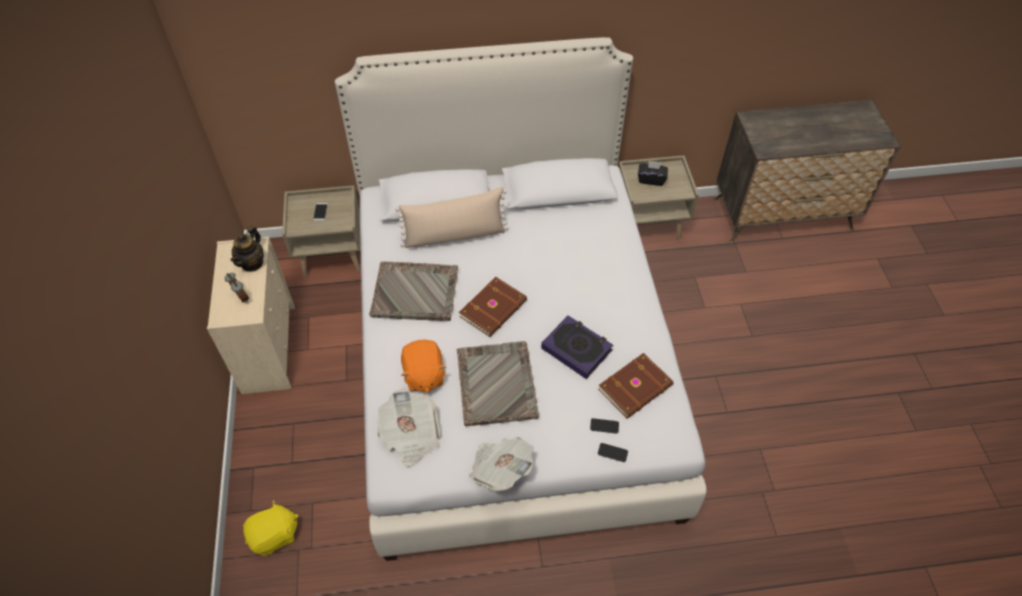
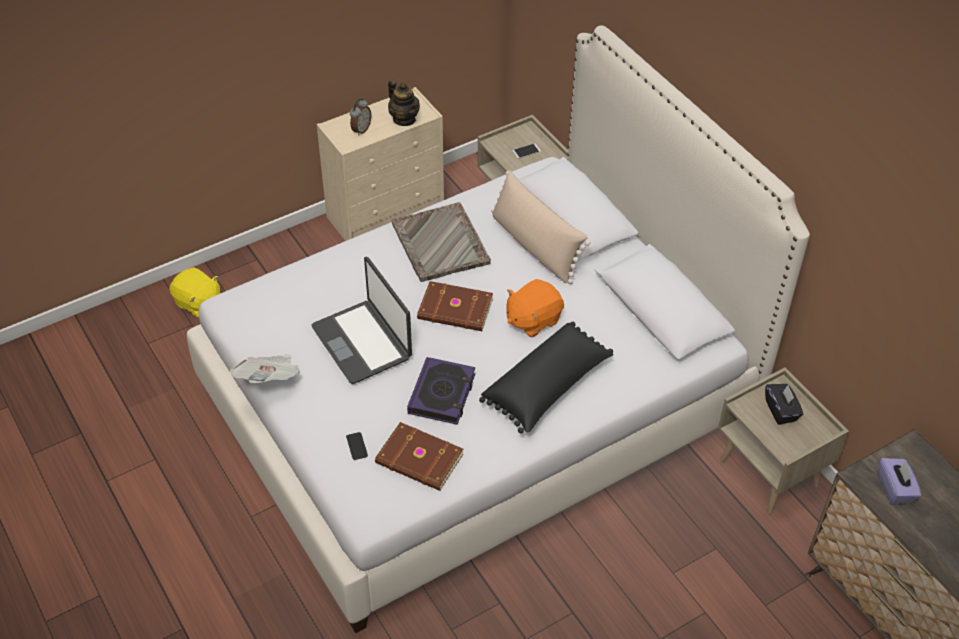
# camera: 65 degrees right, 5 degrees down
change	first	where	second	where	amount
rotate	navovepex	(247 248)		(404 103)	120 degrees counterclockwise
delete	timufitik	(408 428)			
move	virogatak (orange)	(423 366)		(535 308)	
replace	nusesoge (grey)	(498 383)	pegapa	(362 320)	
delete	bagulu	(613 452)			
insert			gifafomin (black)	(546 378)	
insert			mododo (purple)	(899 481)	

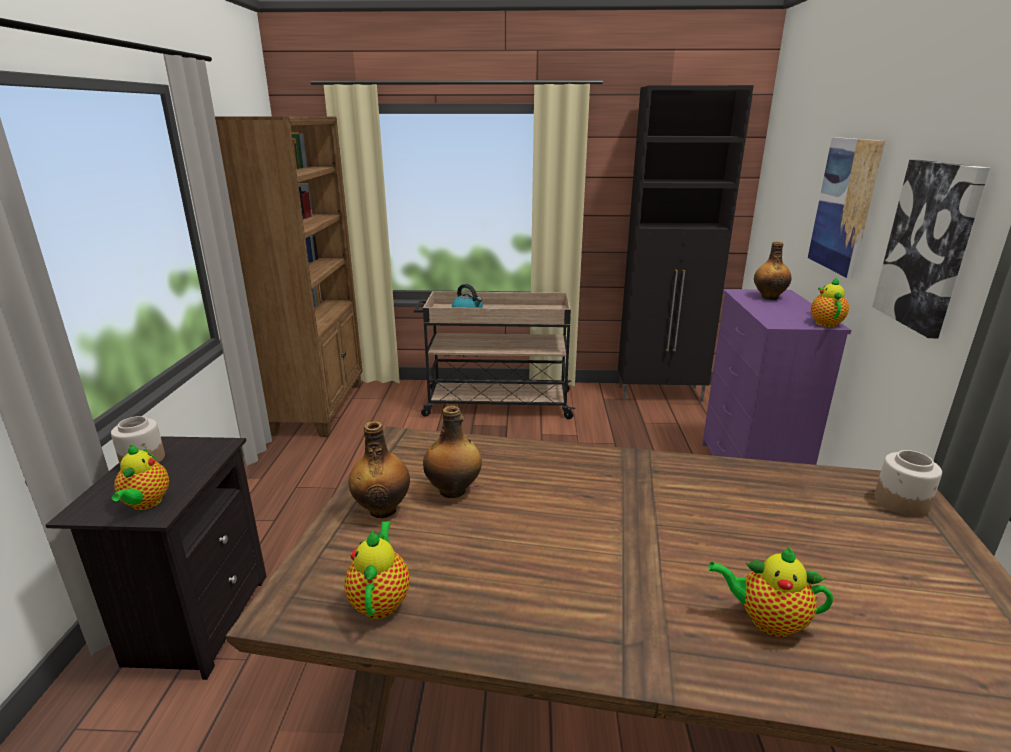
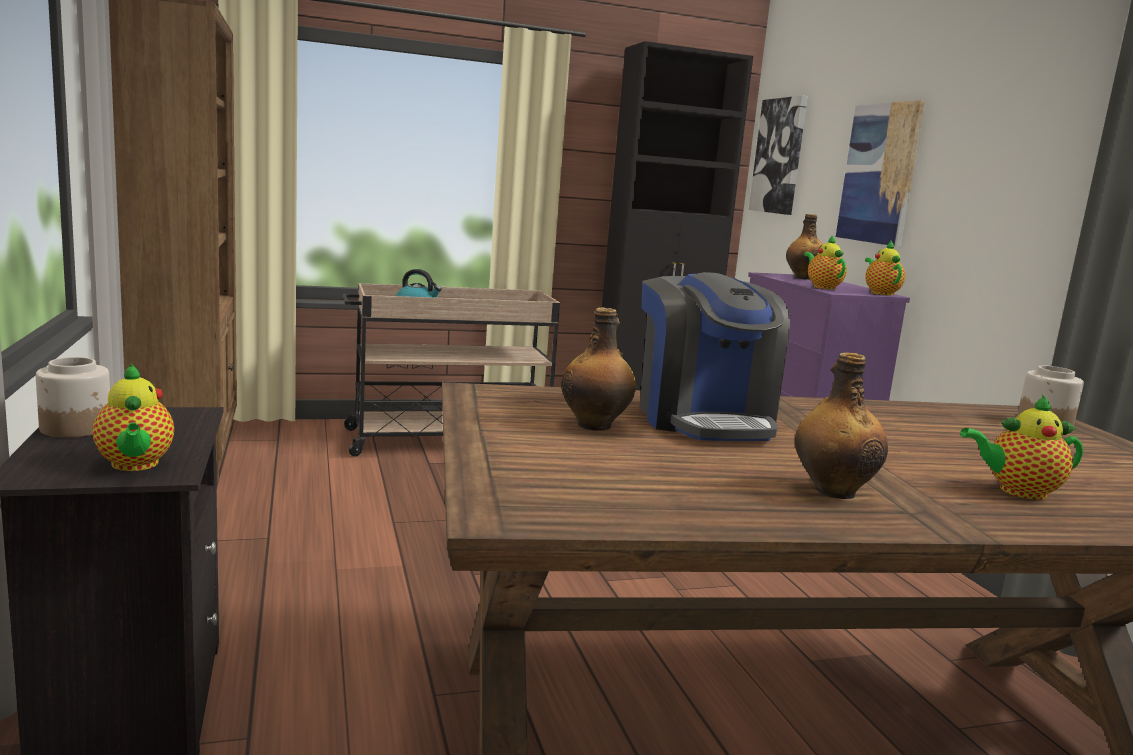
# camera: 20 degrees left, 10 degrees down
change	first	where	second	where	amount
move	navovepex	(377 570)		(825 262)	
move	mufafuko	(379 469)		(841 425)	
move	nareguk	(931 249)		(778 155)	
insert			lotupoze	(715 356)	

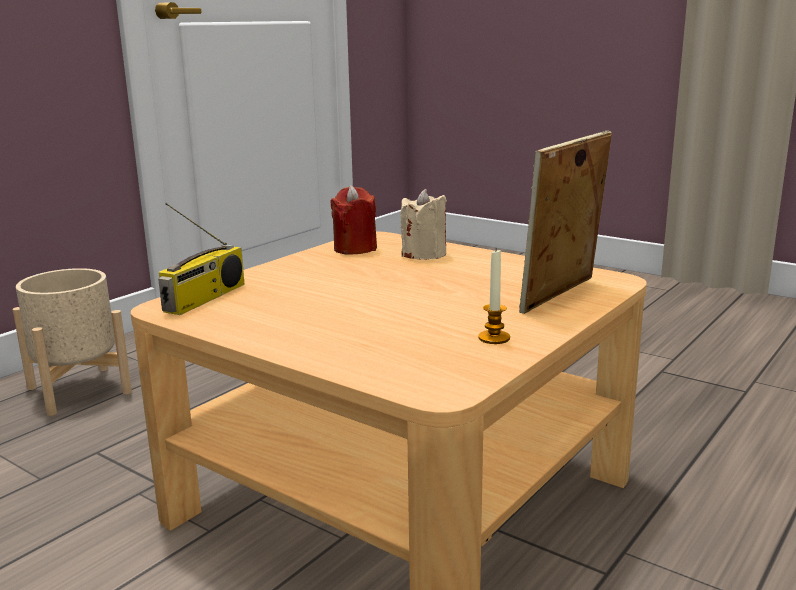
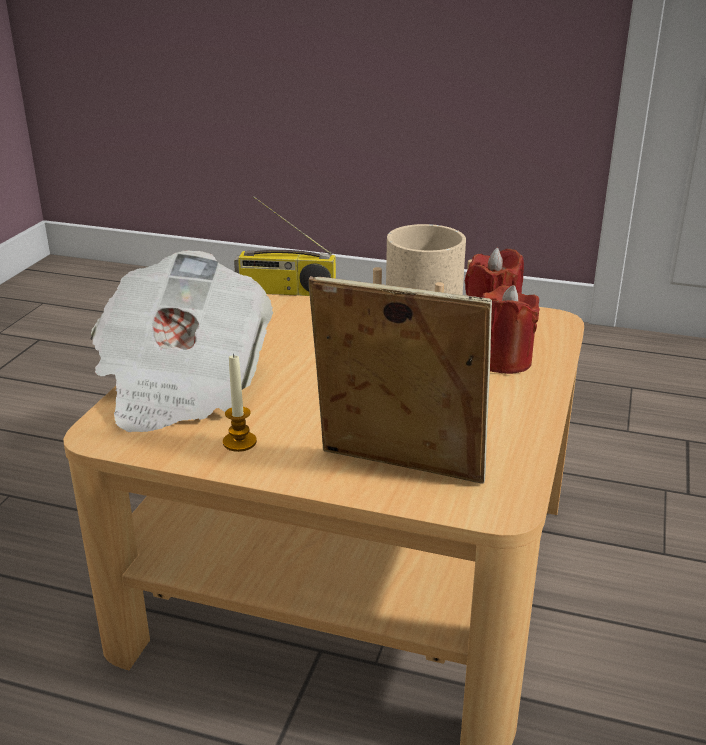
# camera: 70 degrees right, 10 degrees up
change	first	where	second	where	amount
recolor	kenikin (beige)	(423 224)	kenikin (red)	(511 329)	
insert			timufitik	(181 341)	

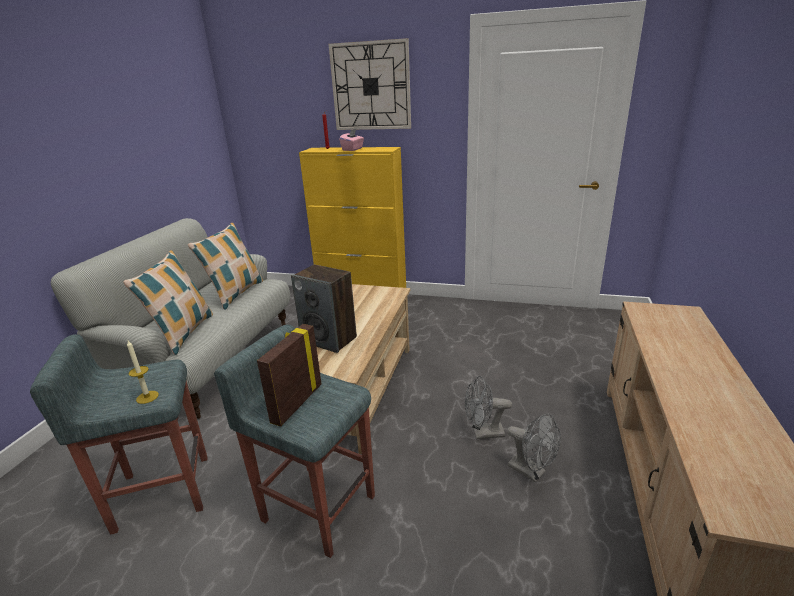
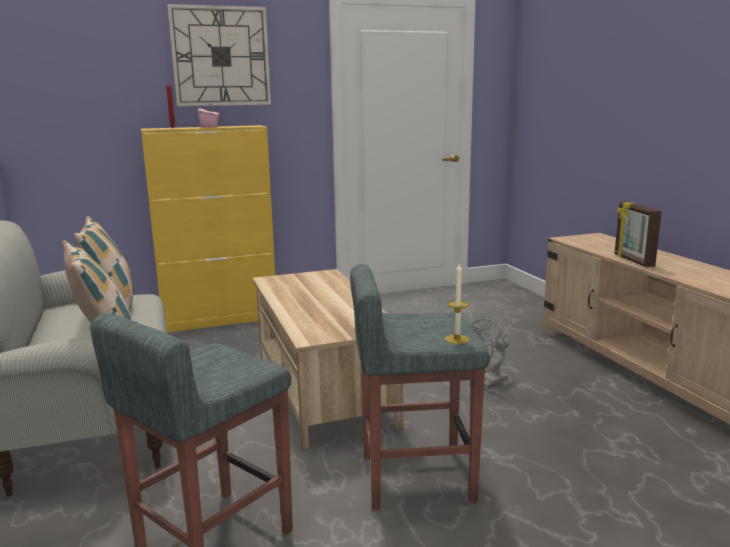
# camera: 35 degrees left, 10 degrees down
change	first	where	second	where	amount
move	kenikin	(143 372)		(457 304)	
move	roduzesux	(289 375)		(638 234)	
delete	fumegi	(324 309)			
delete	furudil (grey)	(534 448)			

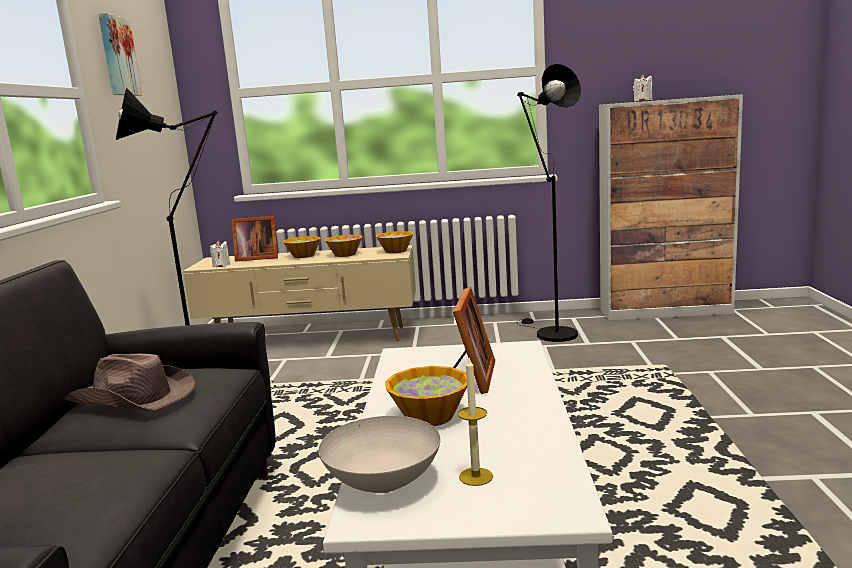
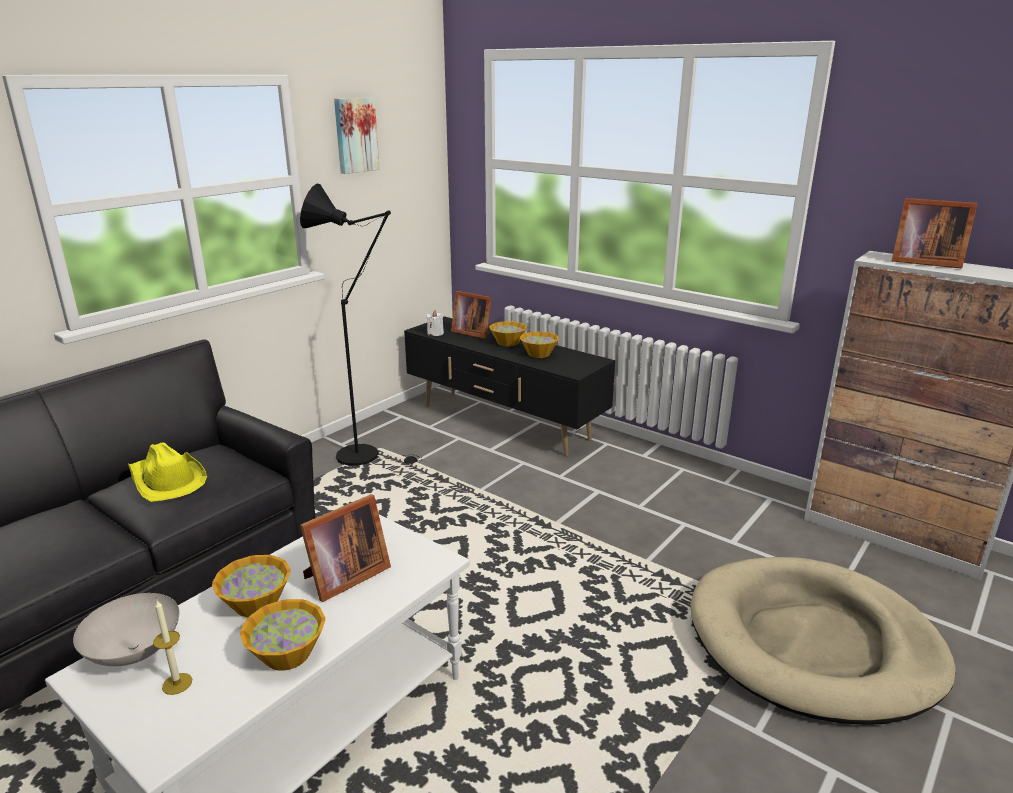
# camera: 35 degrees right, 10 degrees up
change	first	where	second	where	amount
recolor	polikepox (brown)	(129 381)	polikepox (yellow)	(167 472)	
recolor	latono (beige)	(299 293)	latono (black)	(509 386)	
move	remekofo	(394 242)		(282 635)	
delete	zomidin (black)	(549 203)			
replace	kenikin (white)	(642 88)	roduzesux	(935 233)	
insert			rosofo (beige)	(823 641)	

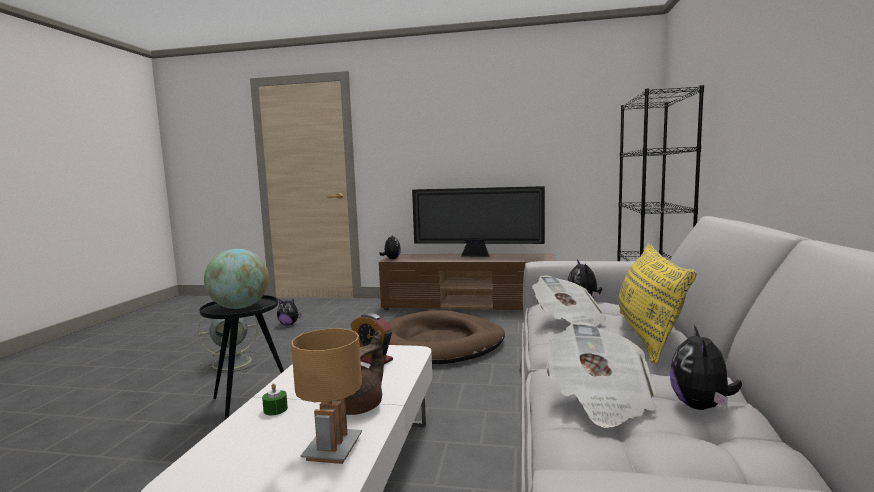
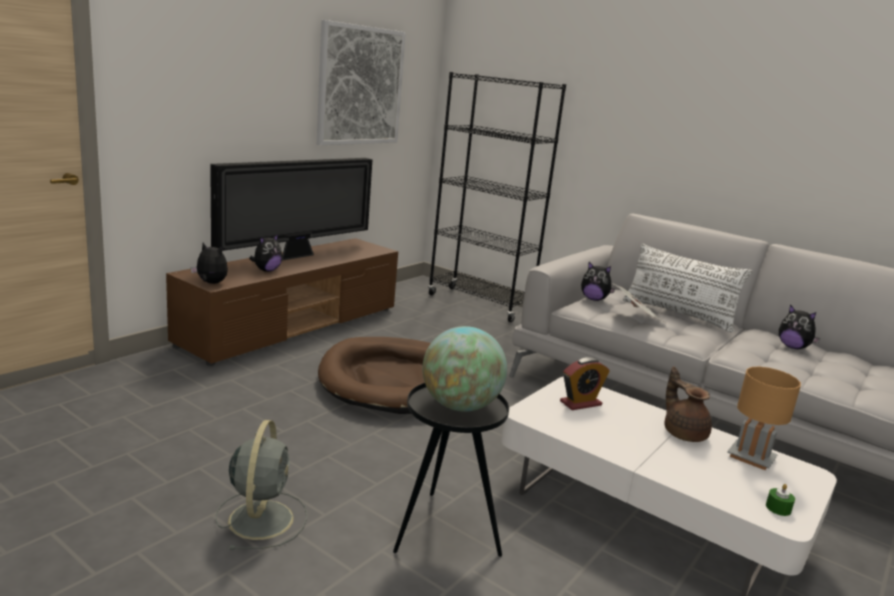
# camera: 65 degrees left, 10 degrees up
change	first	where	second	where	amount
move	kenikin (green)	(275 399)		(780 500)	
move	virogatak	(289 312)		(265 253)	
delete	timufitik	(602 375)			
recolor	gifafomin (yellow)	(657 303)	gifafomin (white)	(687 288)	
insert			nareguk	(361 82)	

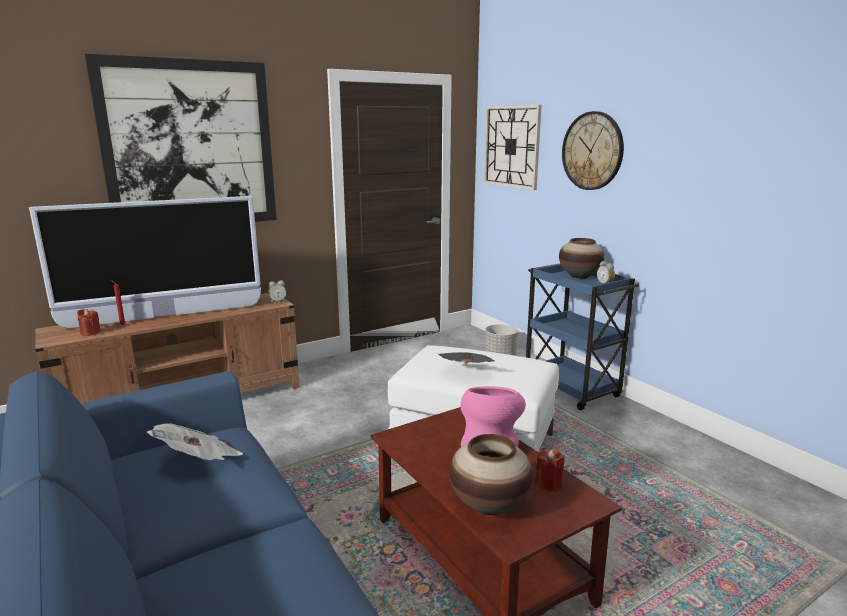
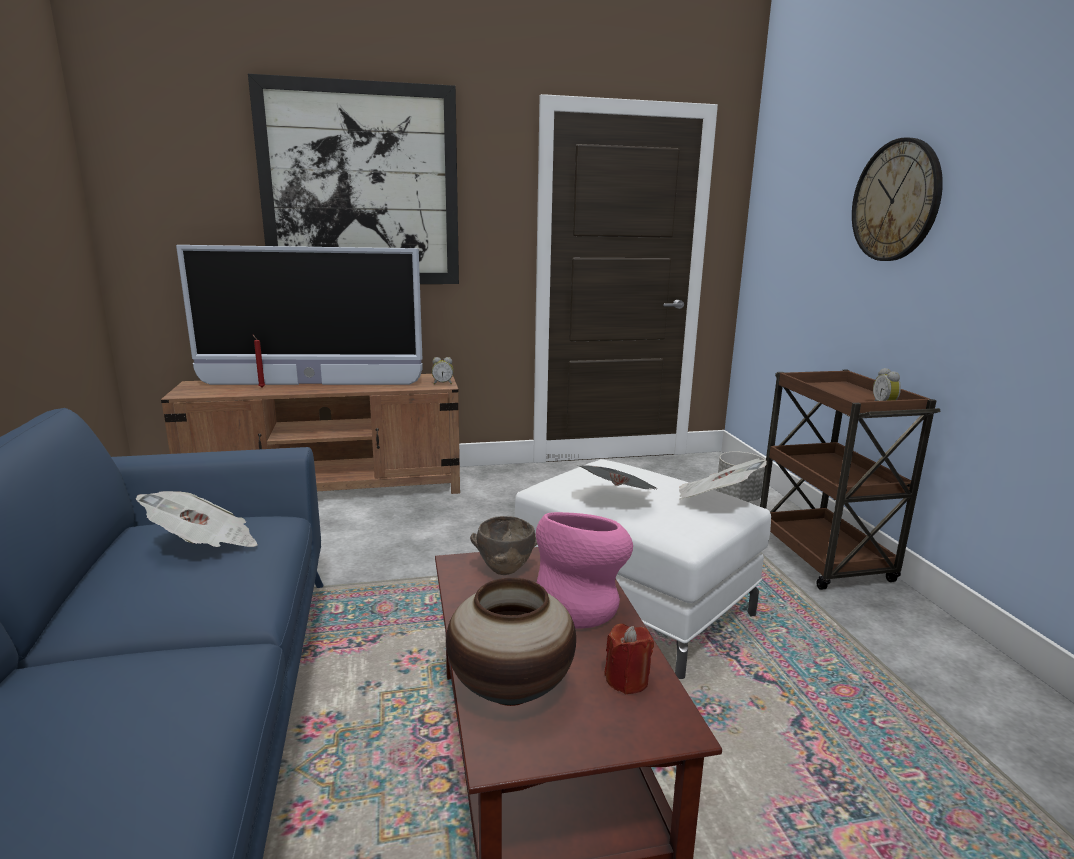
# camera: 20 degrees right, 0 degrees up
change	first	where	second	where	amount
delete	kenikin (red)	(89 322)			
delete	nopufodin	(513 147)			
recolor	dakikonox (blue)	(582 336)	dakikonox (brown)	(850 480)	
delete	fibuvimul	(582 258)			
insert			remekofo (brown)	(503 545)	
insert			timufitik	(723 479)	

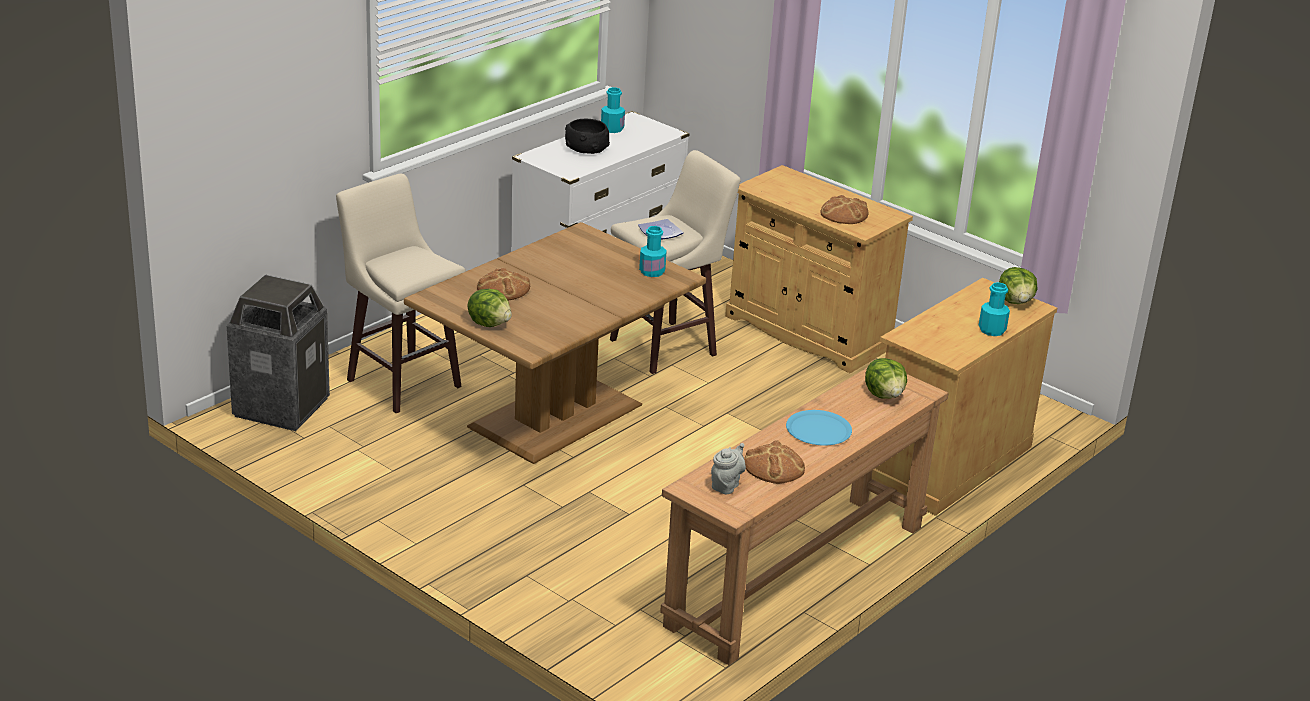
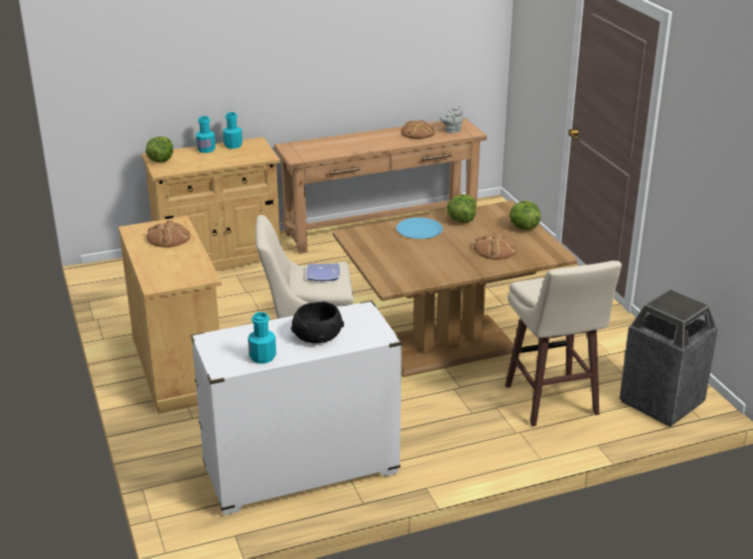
# camera: 150 degrees left, 0 degrees up
change	first	where	second	where	amount
move	mufafuko (turquoise)	(653 251)		(232 130)	
move	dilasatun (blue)	(819 427)		(419 228)	
move	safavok	(886 378)		(461 208)	

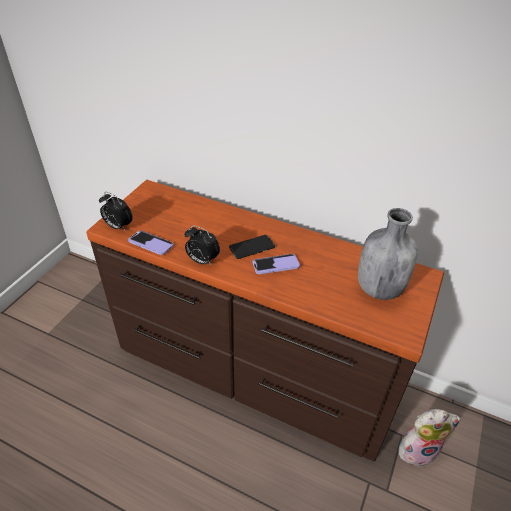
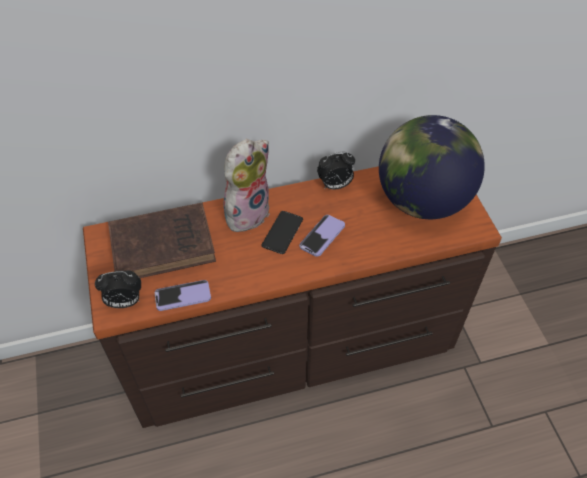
# camera: 40 degrees left, 10 degrees up
change	first	where	second	where	amount
move	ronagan	(202 245)		(336 170)	
replace	mufafuko (grey)	(388 254)	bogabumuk	(432 167)	
move	virogatak	(430 438)		(247 187)	
insert			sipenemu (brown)	(162 240)	

